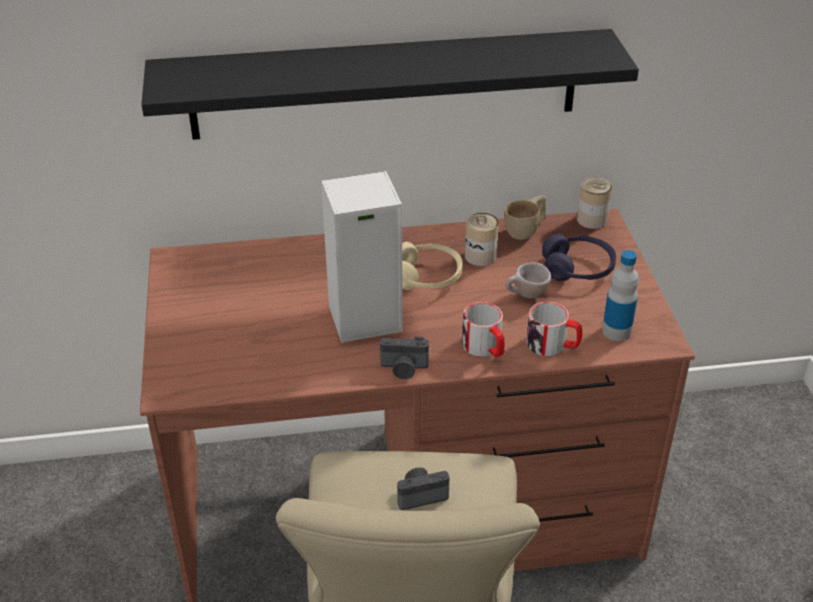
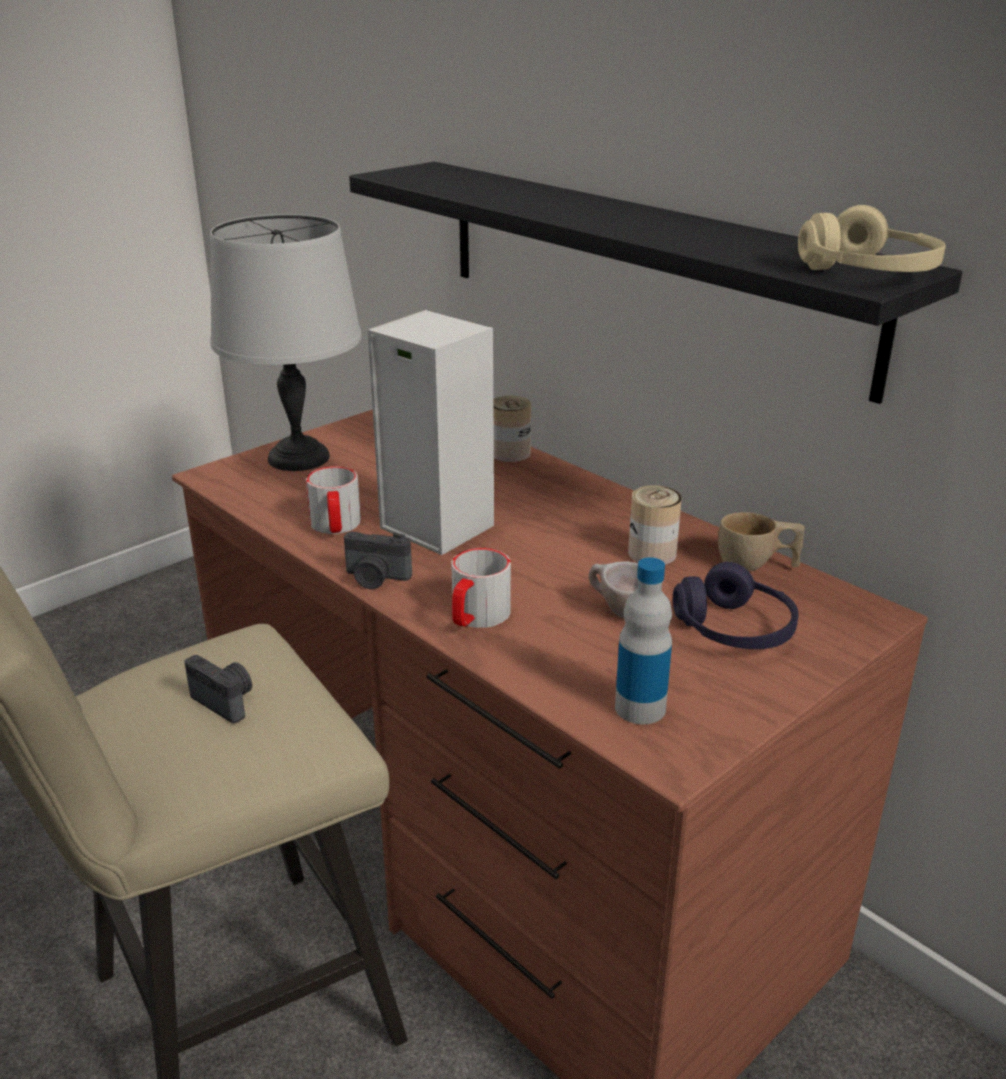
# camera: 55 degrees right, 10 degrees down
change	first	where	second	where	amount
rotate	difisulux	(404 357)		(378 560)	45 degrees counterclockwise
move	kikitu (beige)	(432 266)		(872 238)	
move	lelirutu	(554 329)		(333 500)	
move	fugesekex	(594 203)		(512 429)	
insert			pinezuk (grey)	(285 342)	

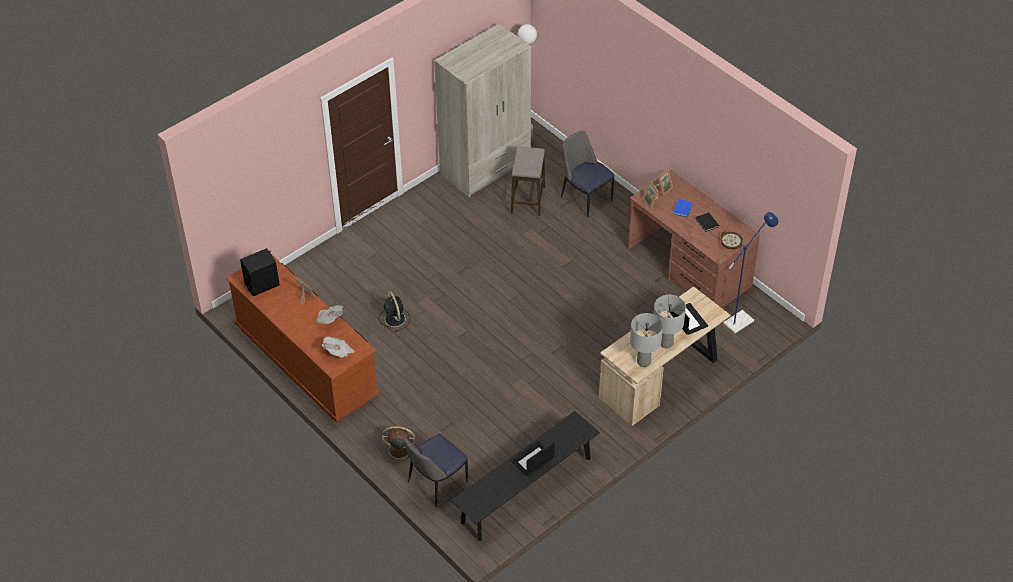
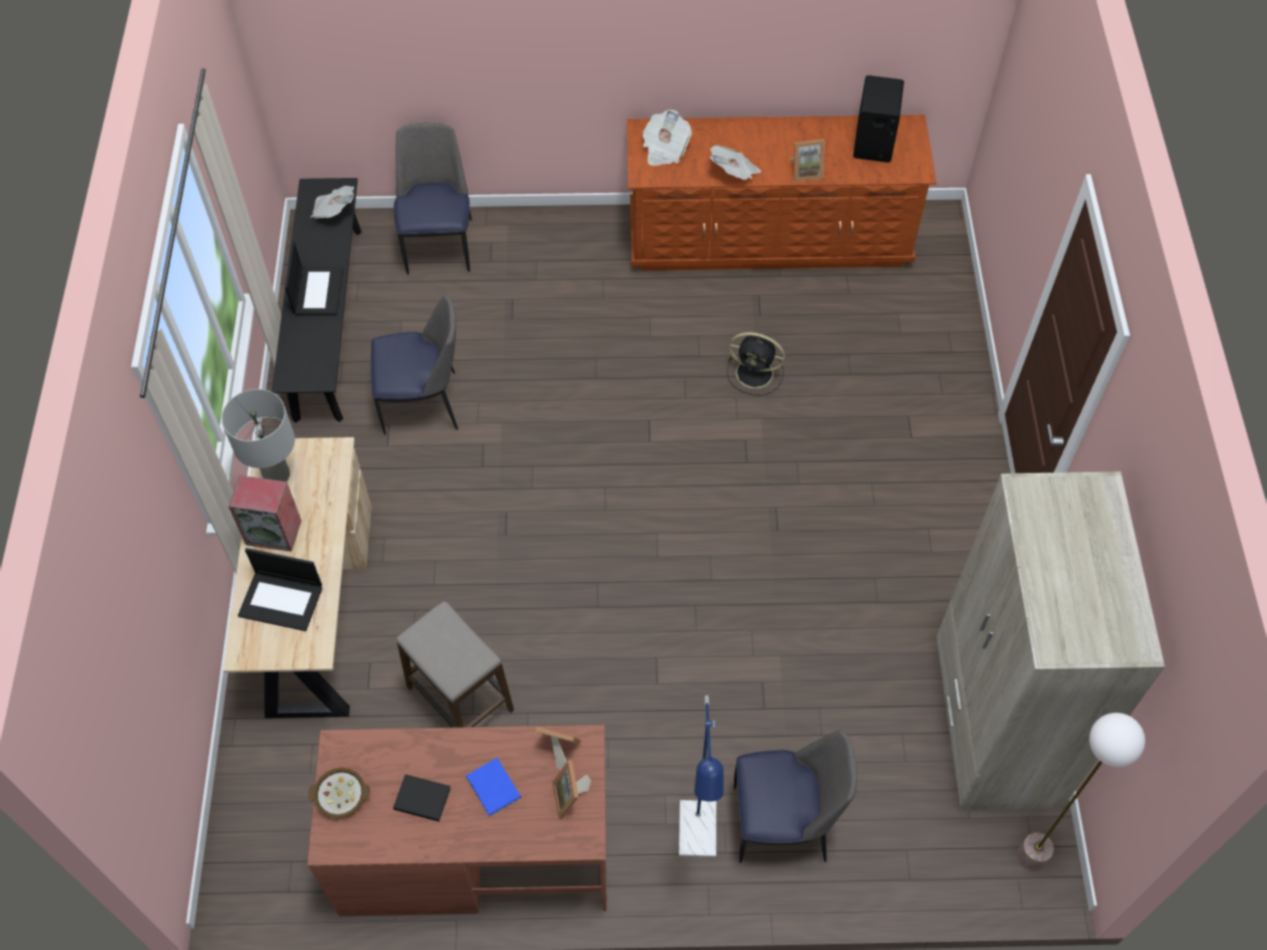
# camera: 130 degrees right, 10 degrees up
change	first	where	second	where	amount
delete	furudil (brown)	(399 444)			
move	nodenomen	(528 181)		(455 664)	
replace	pinezuk (grey)	(669 321)	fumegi	(265 513)	
move	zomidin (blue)	(750 273)		(701 776)	
insert			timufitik	(332 202)	
insert			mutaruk	(414 365)	

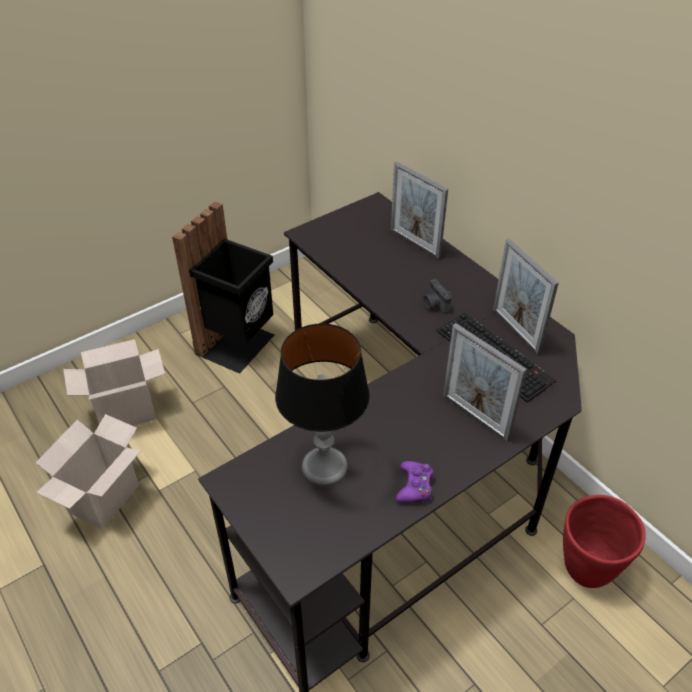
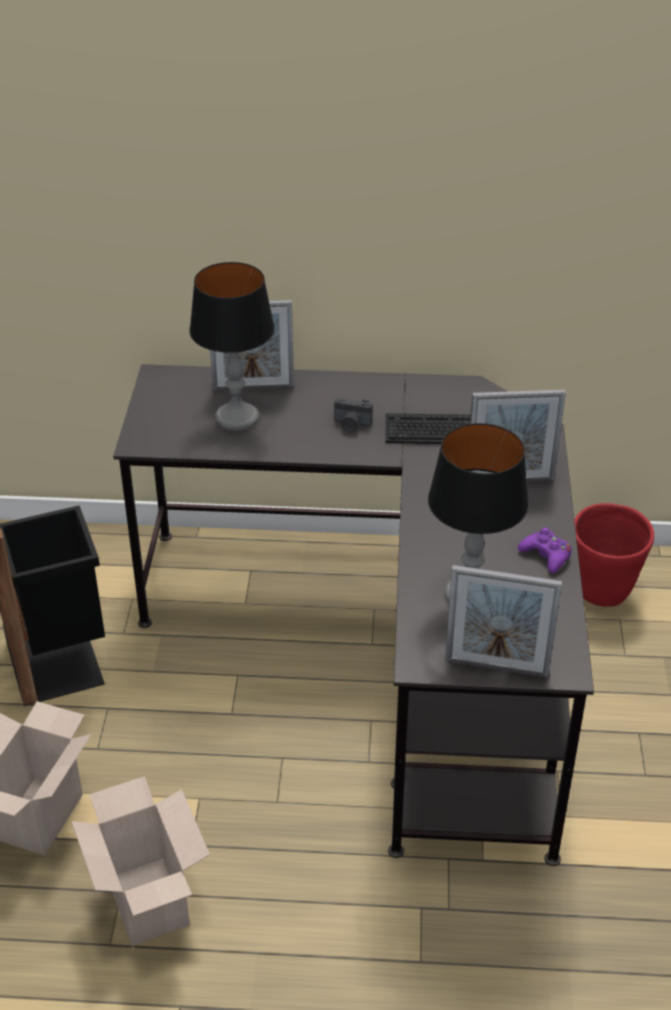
# camera: 50 degrees left, 5 degrees down
change	first	where	second	where	amount
move	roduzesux	(526 297)		(503 621)	
insert			pinezuk	(232 346)	

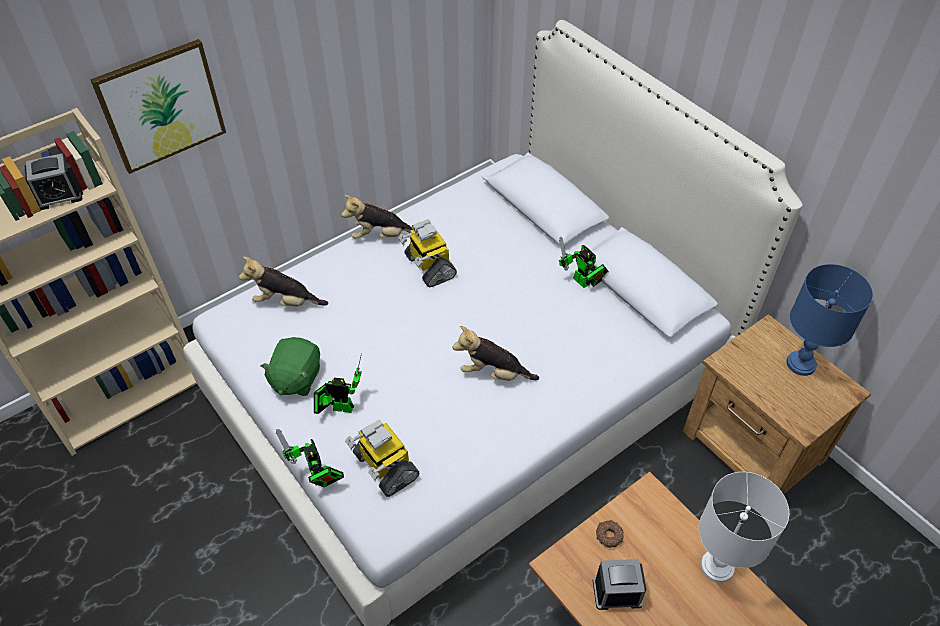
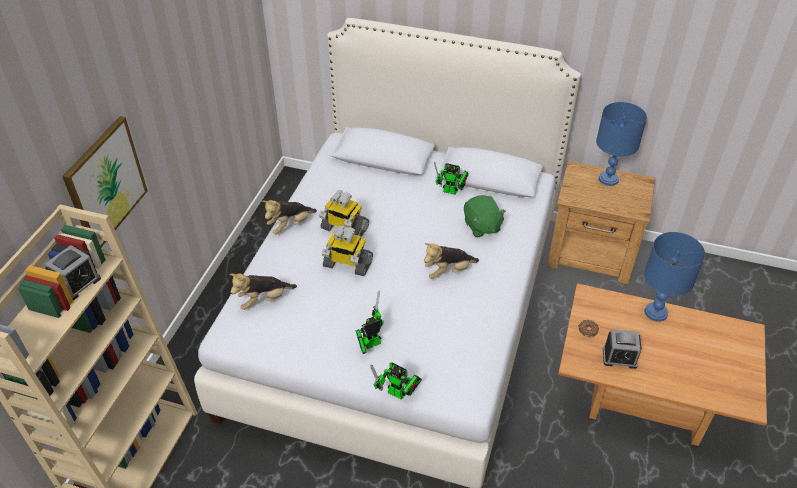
# camera: 35 degrees left, 5 degrees down
change	first	where	second	where	amount
move	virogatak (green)	(290 366)		(485 216)	
move	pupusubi	(382 458)		(347 251)	
rotate	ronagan	(619 584)		(622 349)	135 degrees counterclockwise
recolor	pinezuk (white)	(744 527)	pinezuk (blue)	(674 277)	

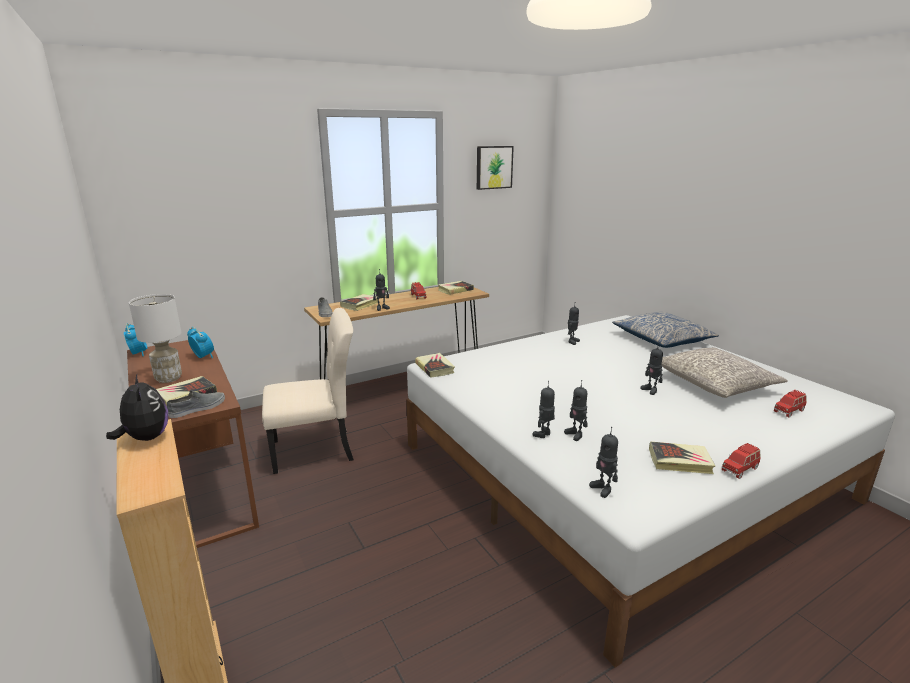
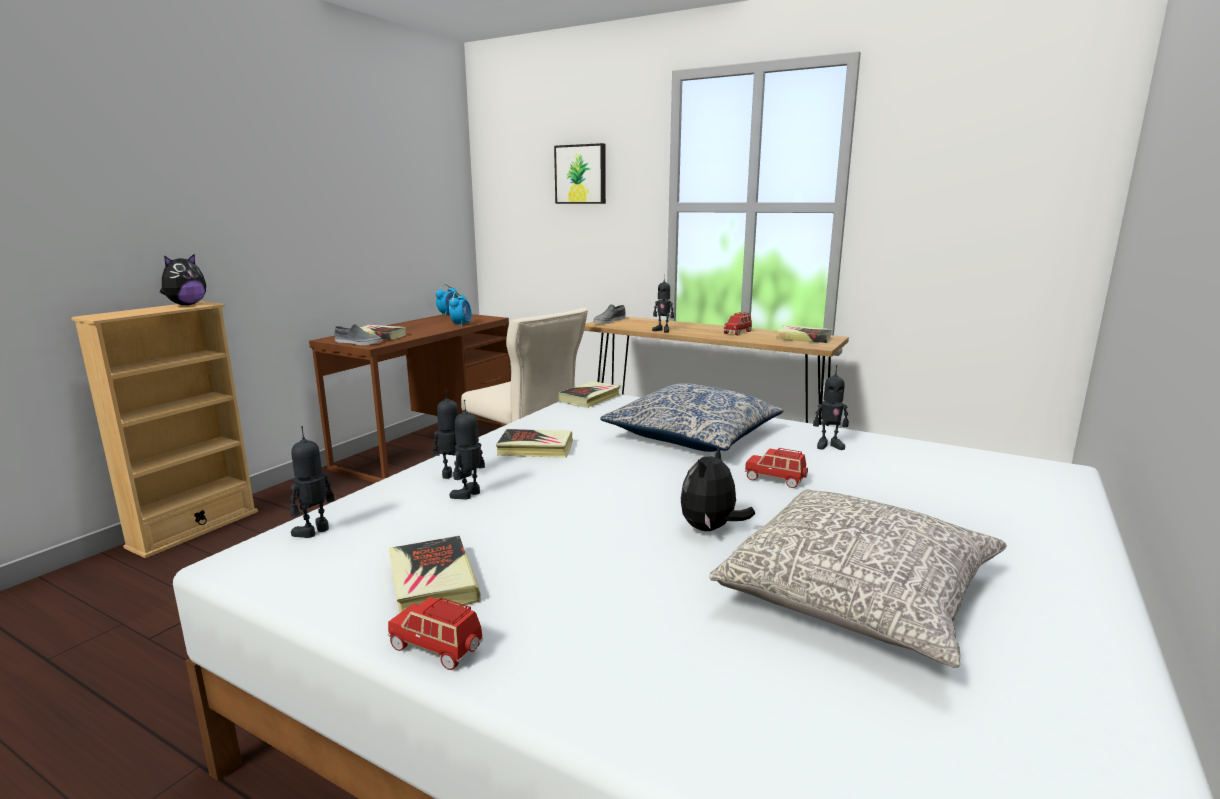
# camera: 60 degrees right, 5 degrees down
change	first	where	second	where	amount
delete	pinezuk (white)	(155 338)			
move	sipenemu	(359 302)		(534 443)	
move	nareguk	(495 168)		(580 173)	
move	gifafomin	(665 330)		(691 417)	
replace	pupusubi	(651 368)	virogatak	(718 488)	
move	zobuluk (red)	(790 403)		(776 468)	

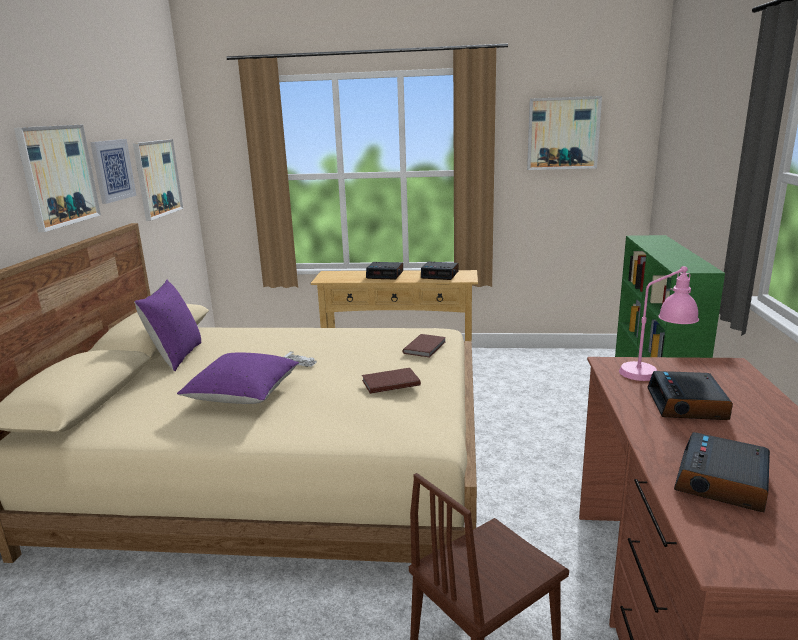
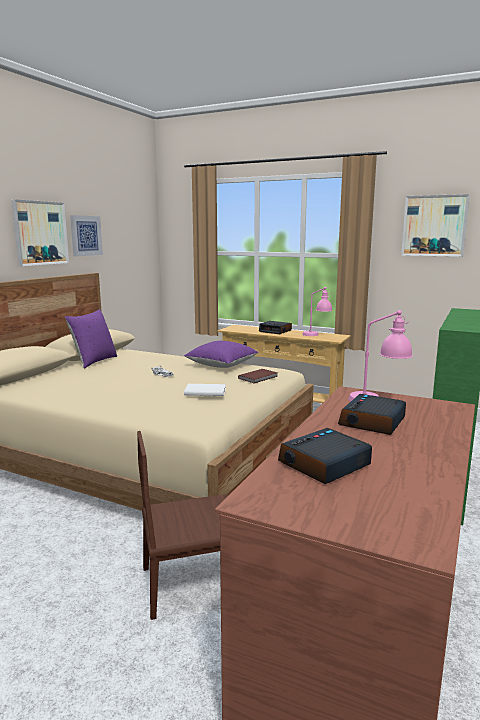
# camera: 20 degrees right, 5 degrees down
change	first	where	second	where	amount
delete	nareguk	(158 180)			
move	gifafomin (purple)	(238 378)		(221 354)	
recolor	sipenemu (brown)	(391 381)	sipenemu (white)	(205 390)	
replace	ronagan	(440 271)	pinezuk (pink)	(317 311)	

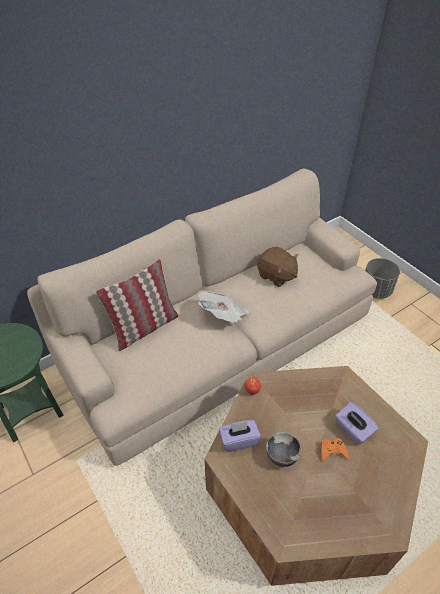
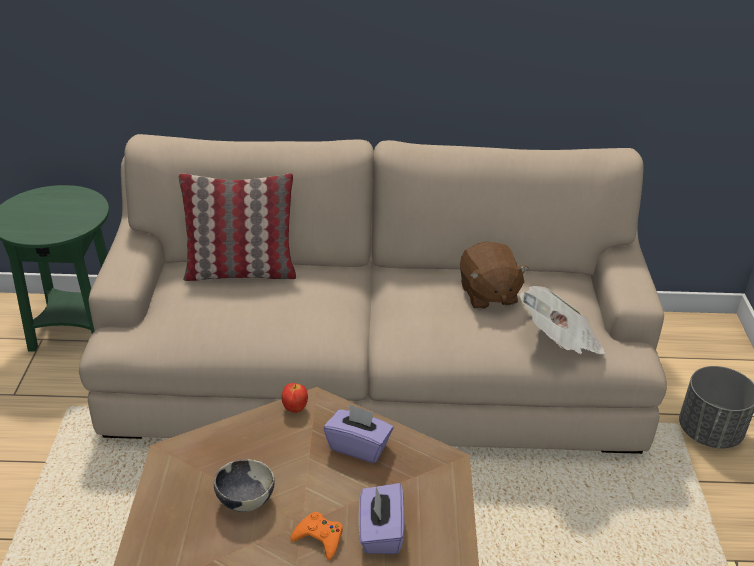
# camera: 35 degrees right, 10 degrees down
change	first	where	second	where	amount
move	timufitik	(223 306)		(562 320)	
move	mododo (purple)	(240 436)		(358 433)	

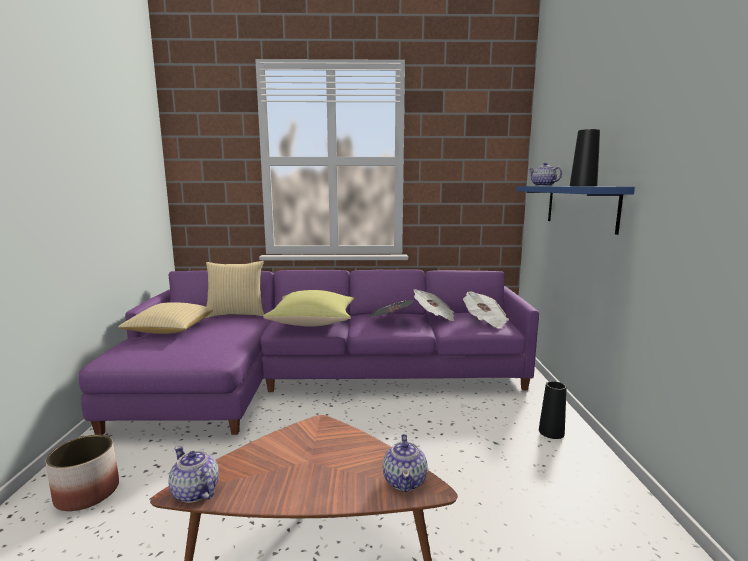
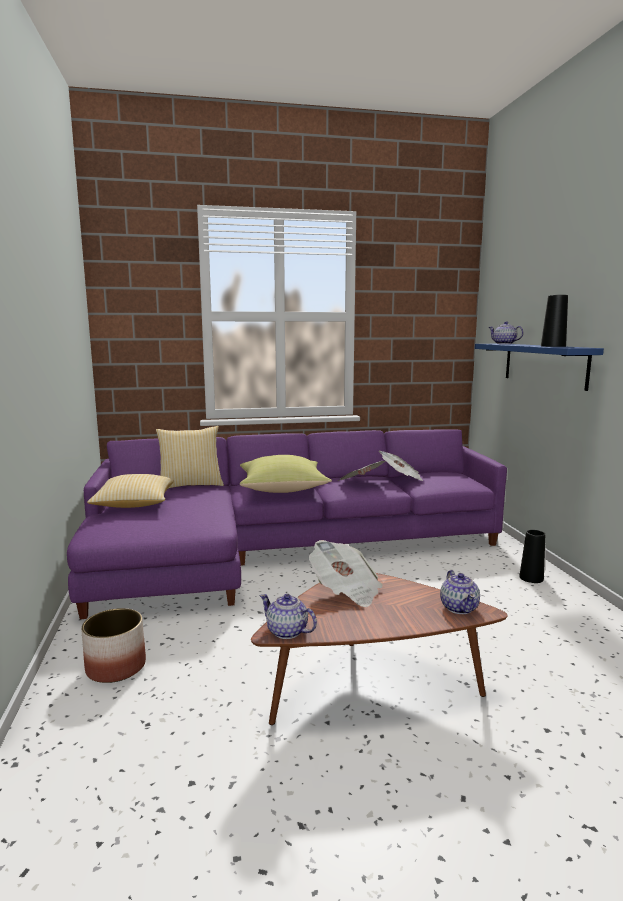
# camera: 10 degrees left, 0 degrees up
change	first	where	second	where	amount
move	timufitik	(486 310)		(346 573)	

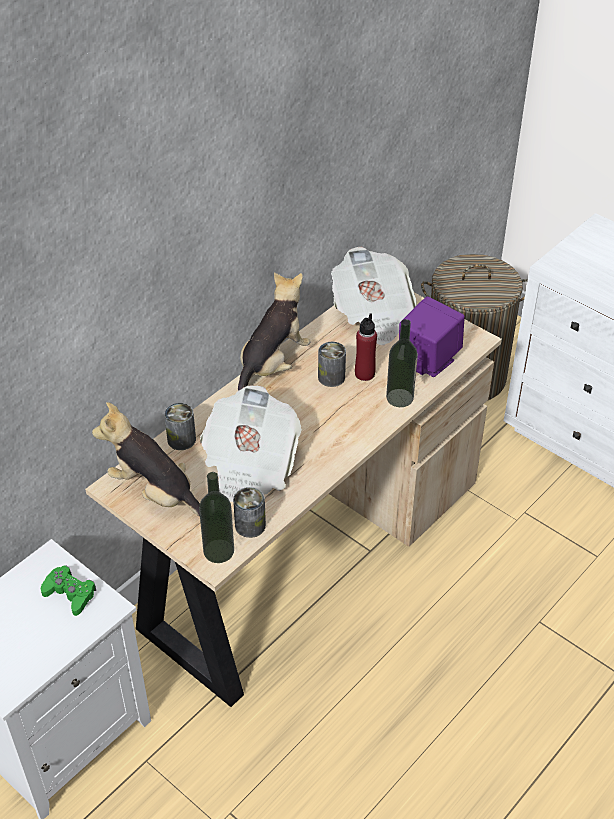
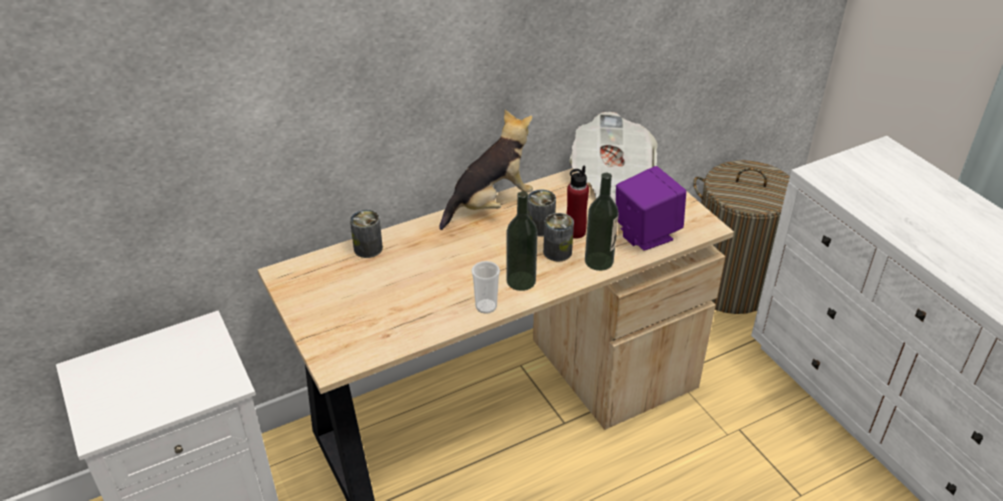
# camera: 20 degrees right, 5 degrees down
change	first	where	second	where	amount
delete	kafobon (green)	(68 590)			
delete	virogatak	(146 459)			
move	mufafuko	(216 517)		(522 241)	
delete	timufitik	(251 443)			
move	fugesekex	(249 512)		(558 237)	
insert			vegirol	(485 287)	

